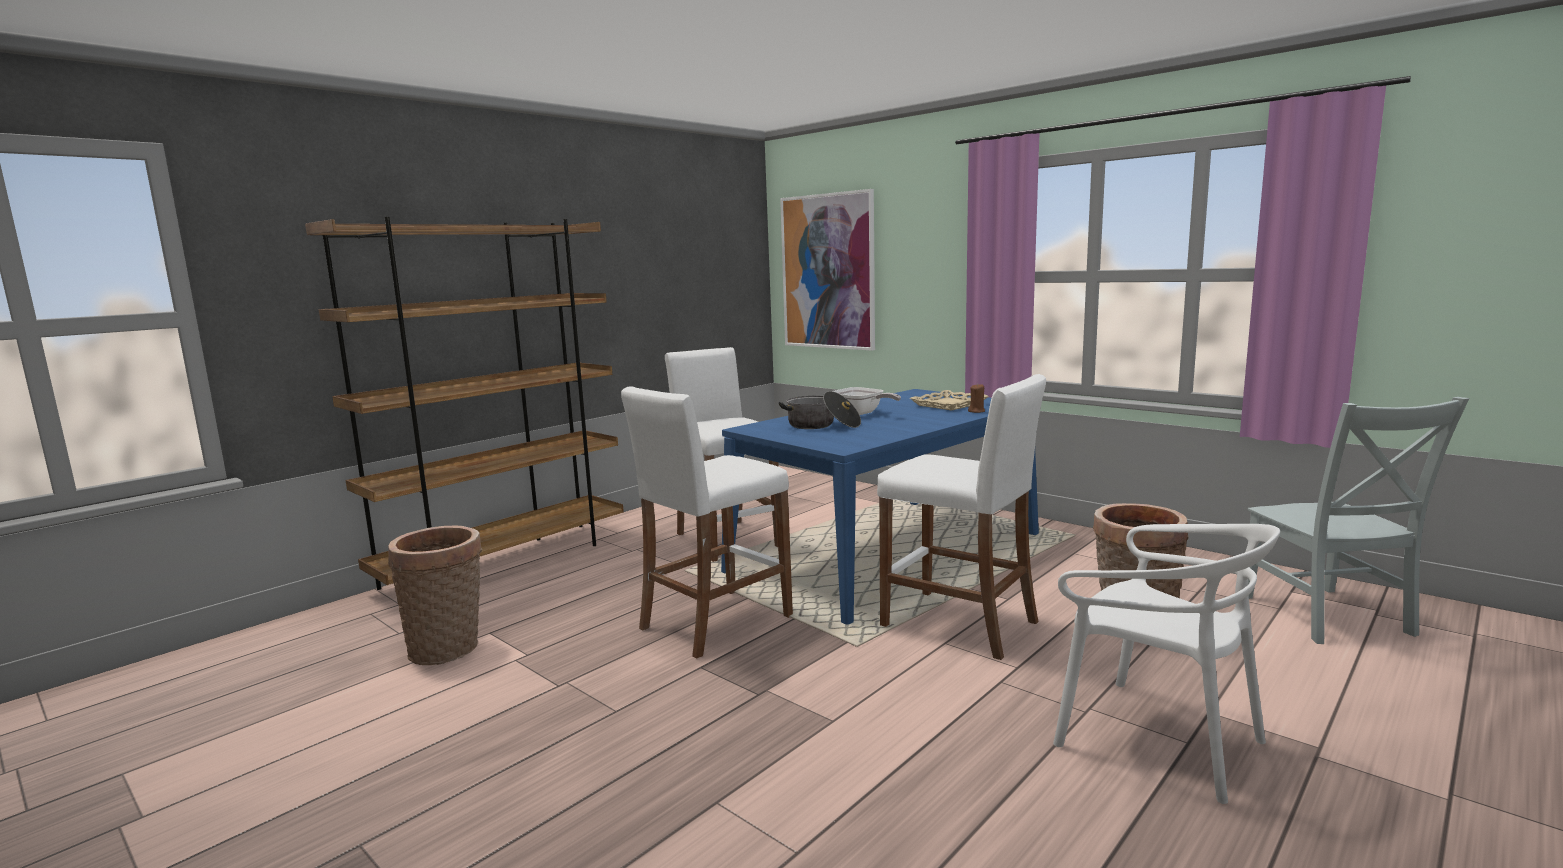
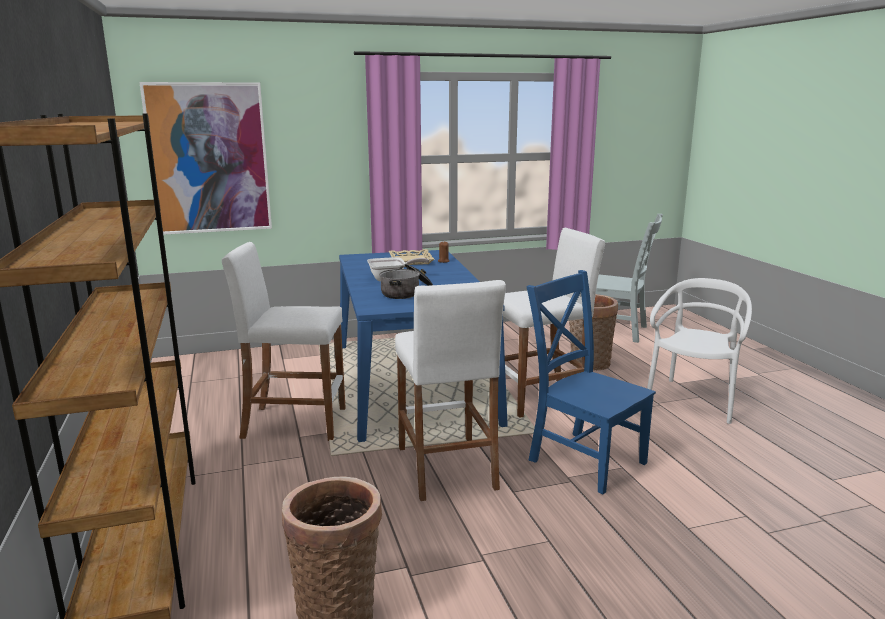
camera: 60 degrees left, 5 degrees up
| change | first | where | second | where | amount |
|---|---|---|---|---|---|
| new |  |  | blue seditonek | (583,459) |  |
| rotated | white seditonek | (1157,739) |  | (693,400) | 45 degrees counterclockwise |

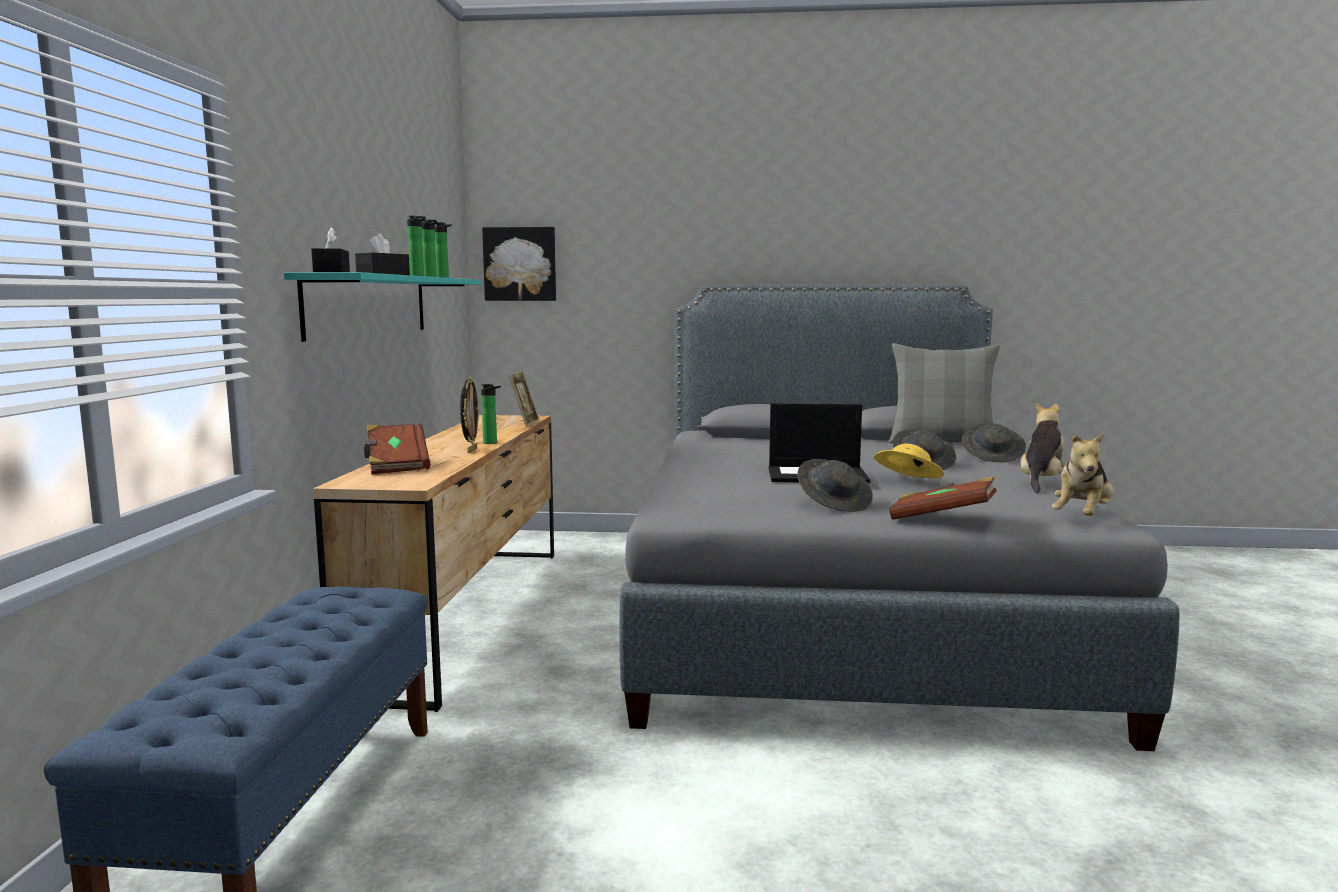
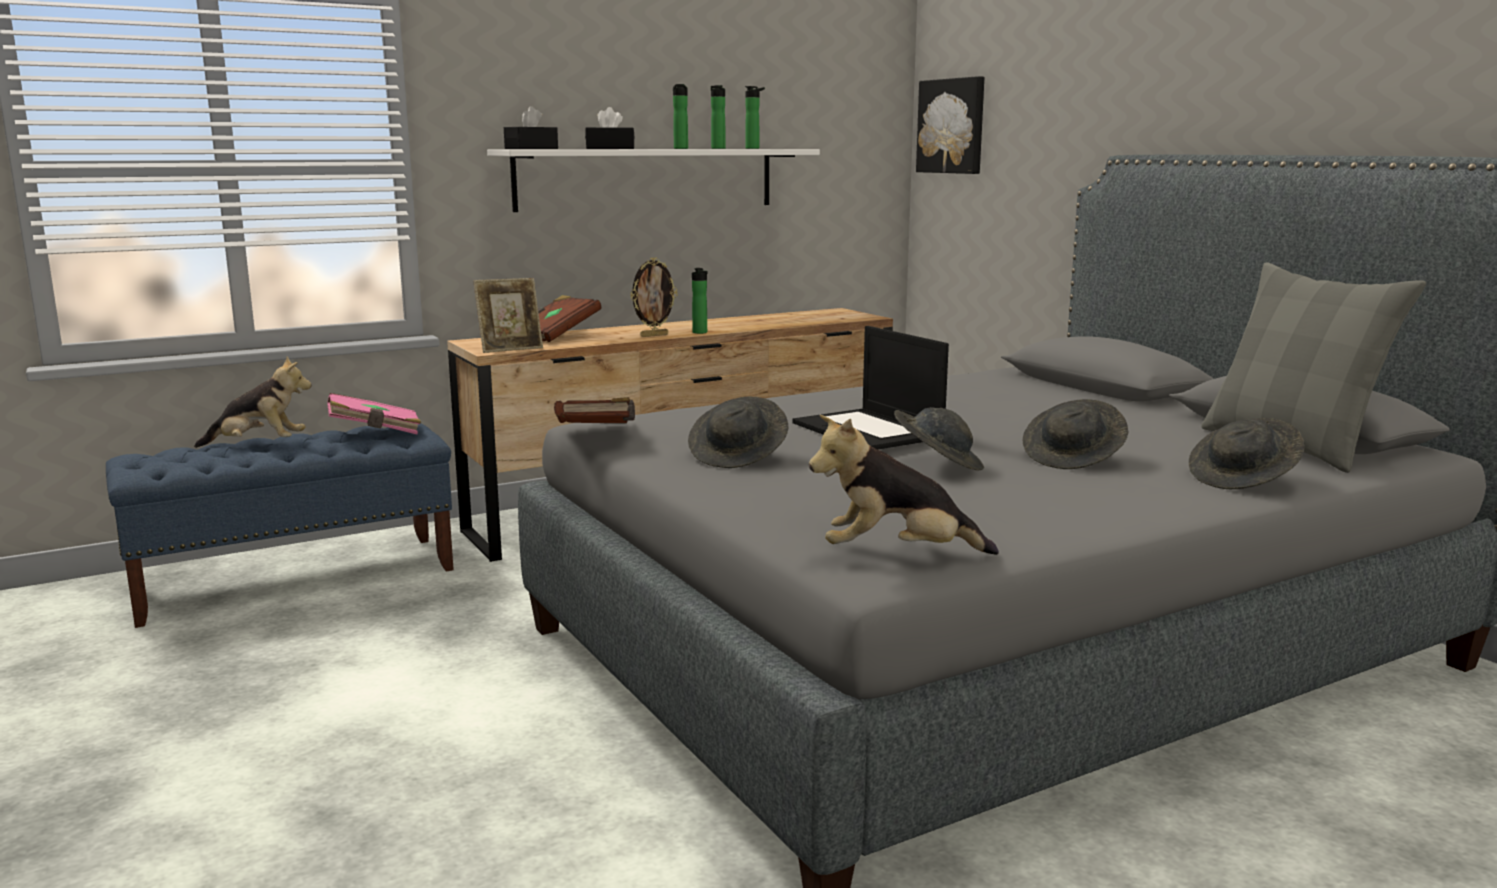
camera: 55 degrees right, 5 degrees up
| change | first | where | second | where | amount |
|---|---|---|---|---|---|
| new |  |  | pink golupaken | (375,432) |  |
| shifted | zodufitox | (525,423) |  | (510,349) |  |
| shifted | brown golupaken | (942,519) |  | (596,435) |  |
| shifted | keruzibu | (1041,482) |  | (259,445) |  |
| repainted | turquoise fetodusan | (369,305) | white fetodusan | (647,179) |  |
| repainted | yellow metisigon | (907,482) | grey metisigon | (937,465) |  |

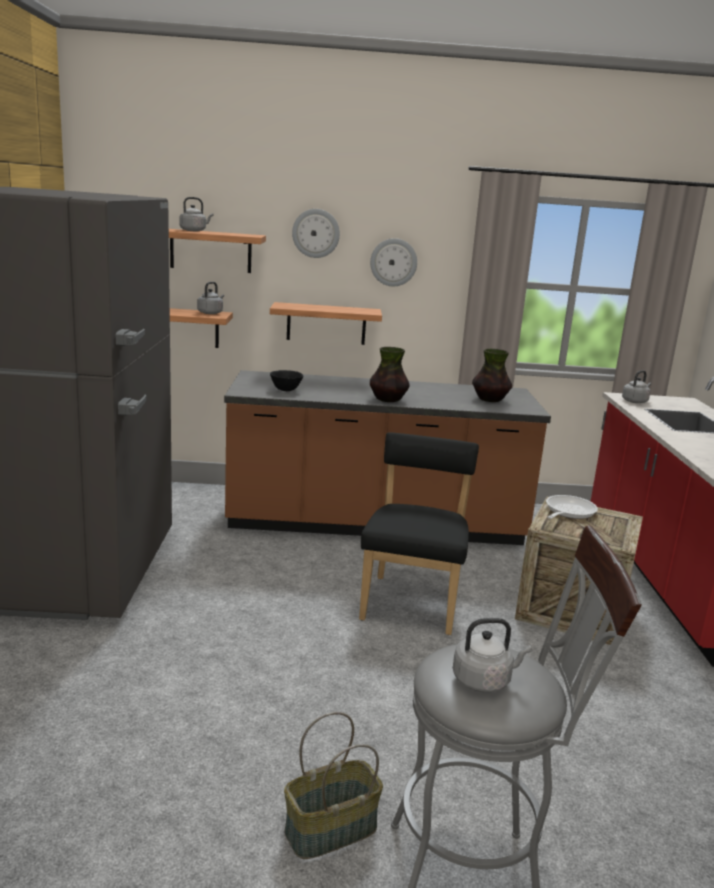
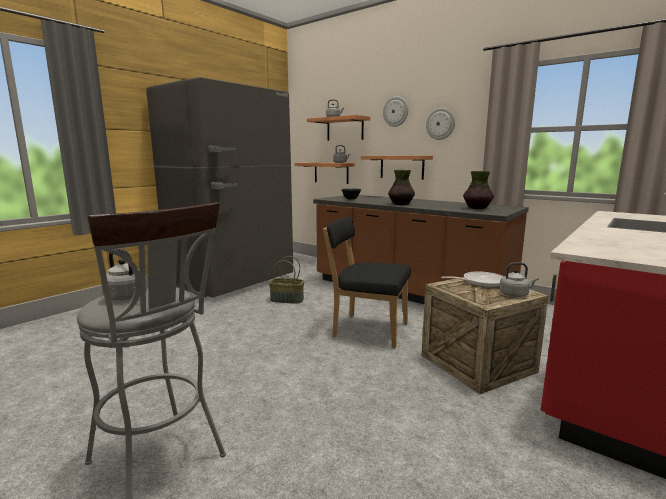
camera: 40 degrees right, 5 degrees down
| change | first | where | second | where | amount |
|---|---|---|---|---|---|
| shifted | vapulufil | (331,831) |  | (286,300) |  |
| shifted | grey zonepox | (635,401) |  | (515,294) |  |
| rotated | black seditonek | (412,601) |  | (366,329) | 120 degrees counterclockwise |

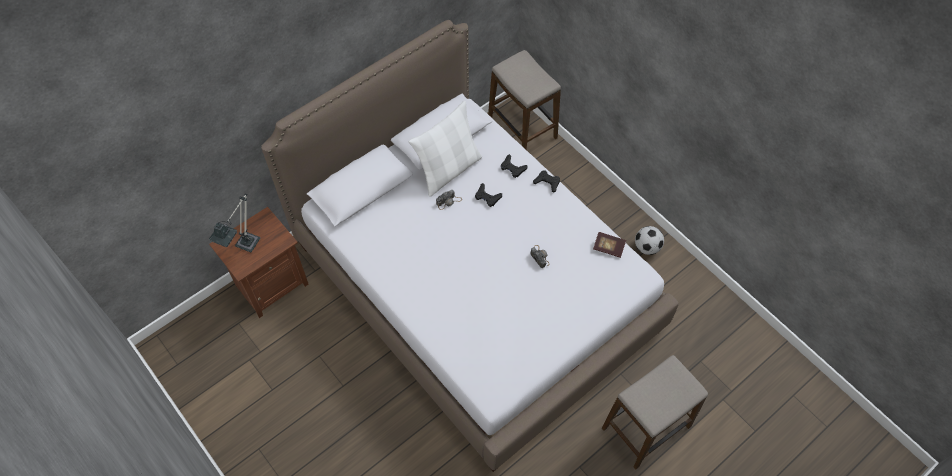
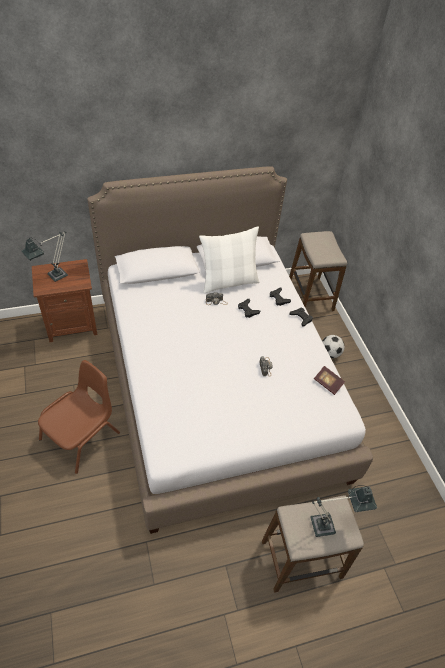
camera: 20 degrees right, 10 degrees down
| change | first | where | second | where | amount |
|---|---|---|---|---|---|
| new |  |  | brown seditonek | (82,436) |  |
| new |  |  | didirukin | (328,524) |  |
| shifted | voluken | (647,247) |  | (330,353) |  |

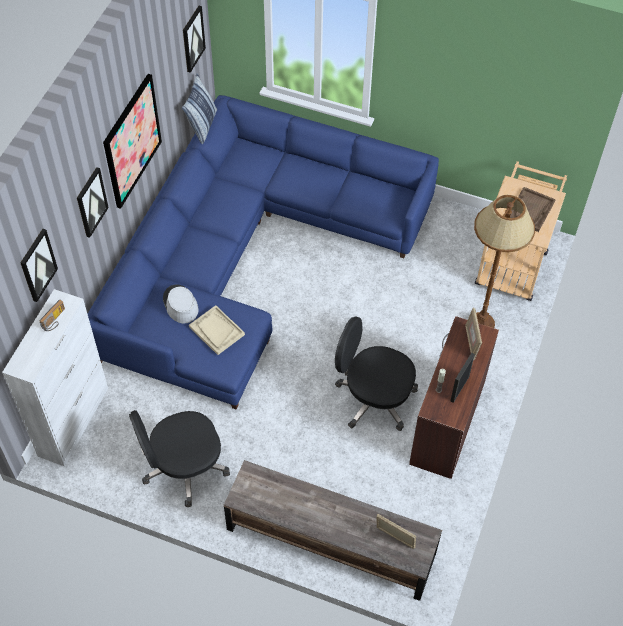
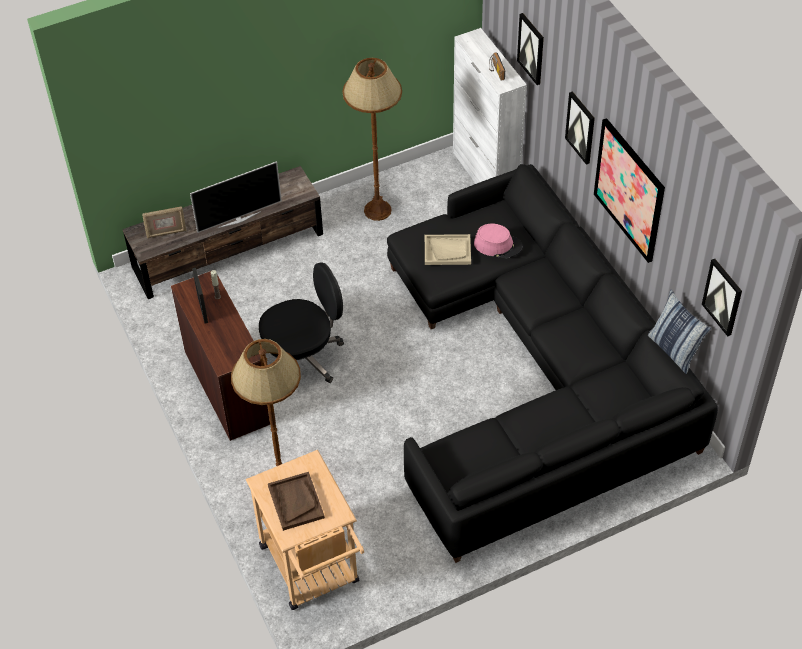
camera: 135 degrees right, 5 degrees down
| change | first | where | second | where | amount |
|---|---|---|---|---|---|
| gone | zodufitox | (471,342) |  |  |  |
| new |  |  | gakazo | (238,219) |  |
| swapped | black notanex | (183,468) | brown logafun | (378,210) |  |
| repainted | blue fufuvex | (249,254) | black fufuvex | (536,377) |  |
| repainted | grey metisigon | (180,304) | pink metisigon | (498,245) |  |

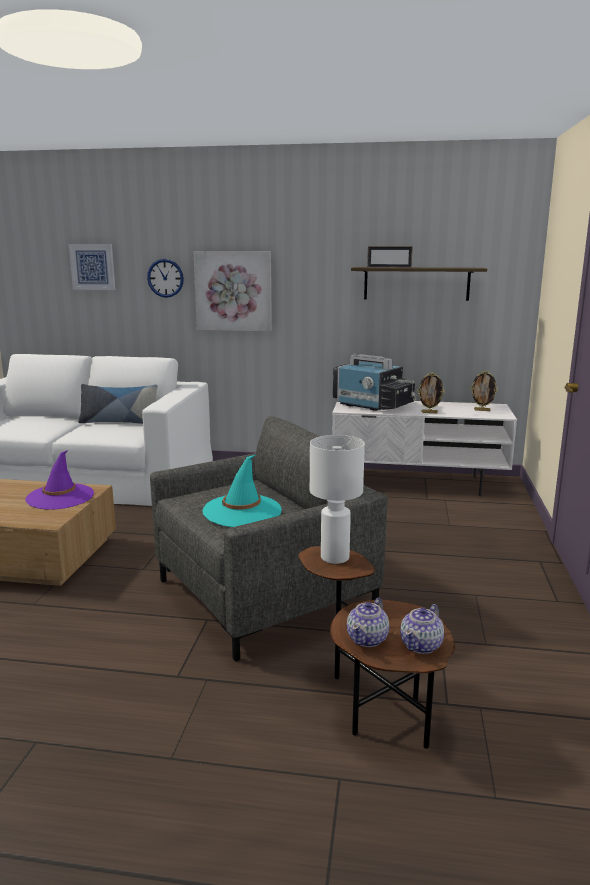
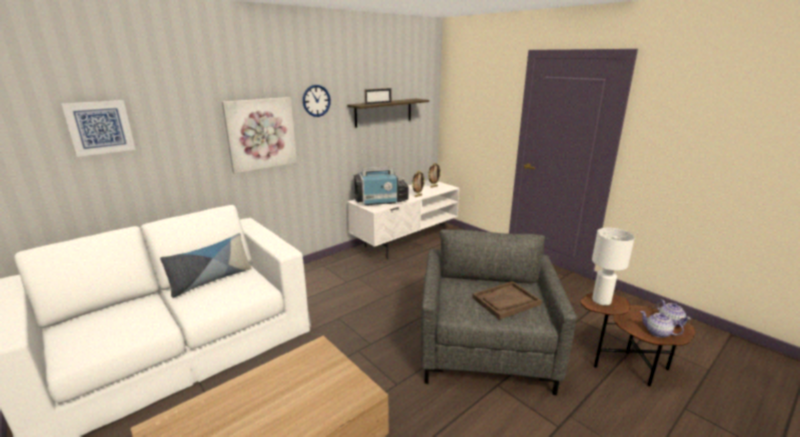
camera: 50 degrees left, 5 degrees up
| change | first | where | second | where | amount |
|---|---|---|---|---|---|
| gone | purple metisigon | (60,497) |  |  |  |
| shifted | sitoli | (165,278) |  | (316,100) |  |
| swapped | turquoise metisigon | (242,511) | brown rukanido | (506,301) |  |
| rotated | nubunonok | (368,639) |  | (658,333) | 150 degrees clockwise |

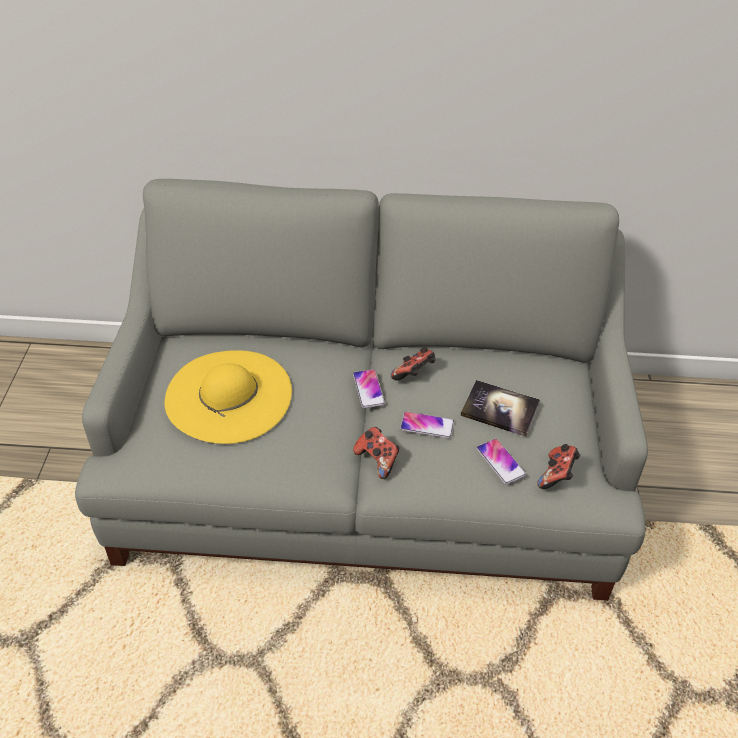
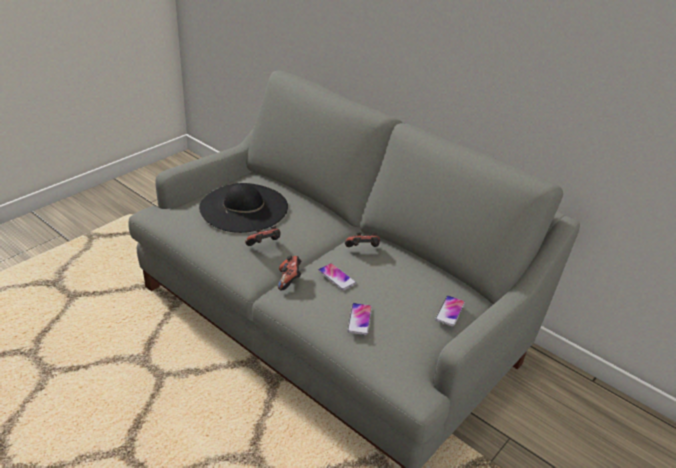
camera: 35 degrees right, 10 degrees down
| change | first | where | second | where | amount |
|---|---|---|---|---|---|
| gone | golupaken | (500,409) |  |  |  |
| shifted | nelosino | (368,389) |  | (450,311) |  |
| shifted | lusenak | (557,475) |  | (264,246) |  |
| repainted | yellow metisigon | (229,395) | black metisigon | (244,207) |  |

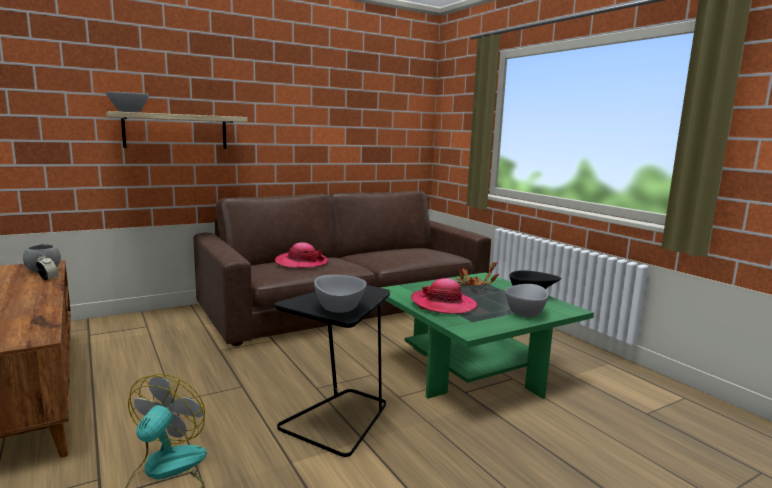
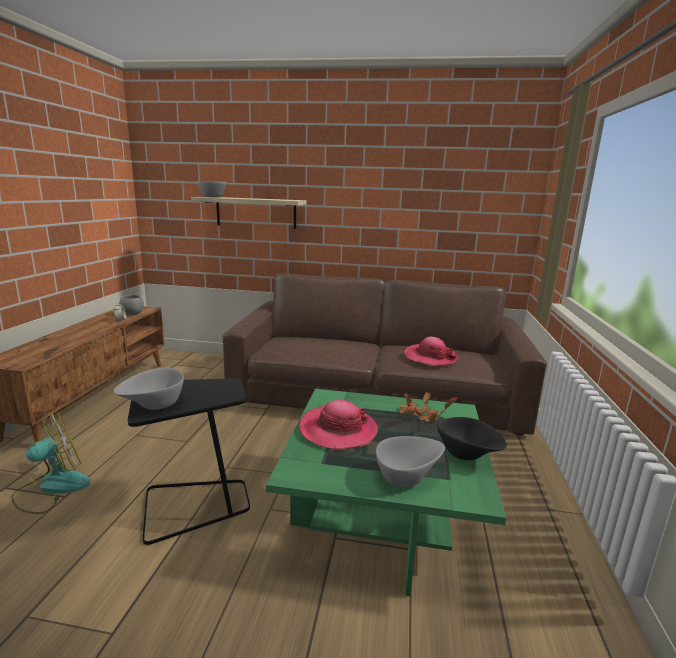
camera: 40 degrees right, 5 degrees up
| change | first | where | second | where | amount |
|---|---|---|---|---|---|
| shifted | metisigon | (301,262) |  | (430,357) |  |

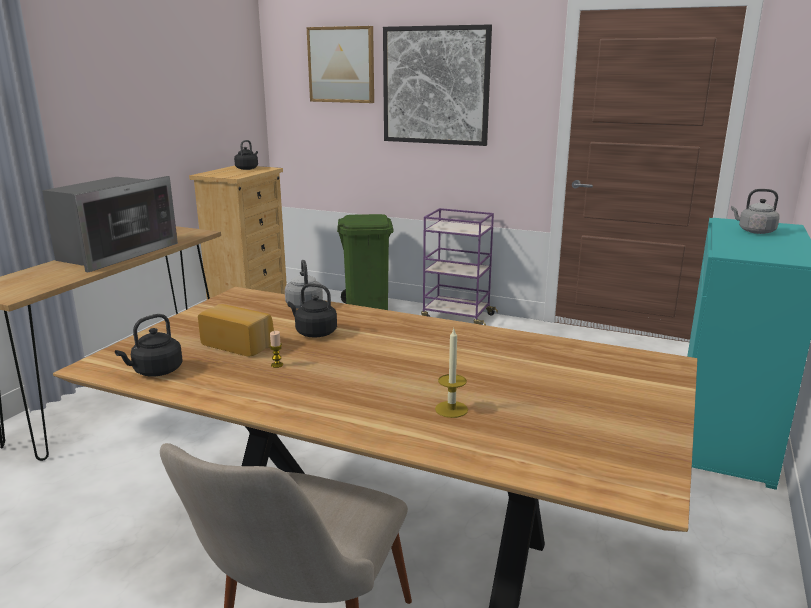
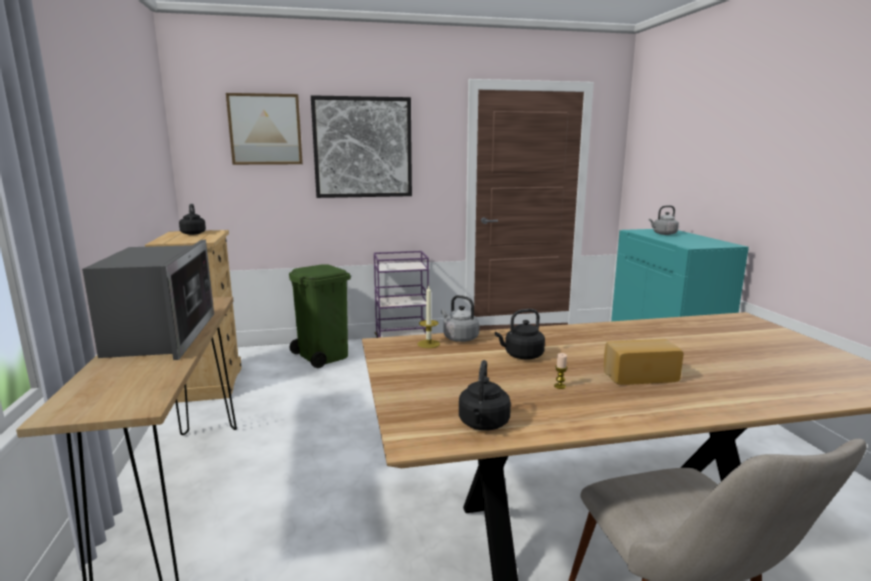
camera: 35 degrees left, 5 degrees down
| change | first | where | second | where | amount |
|---|---|---|---|---|---|
| shifted | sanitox | (239,344) |  | (638,375) |  |
| shifted | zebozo | (451,409) |  | (428,344) |  |

